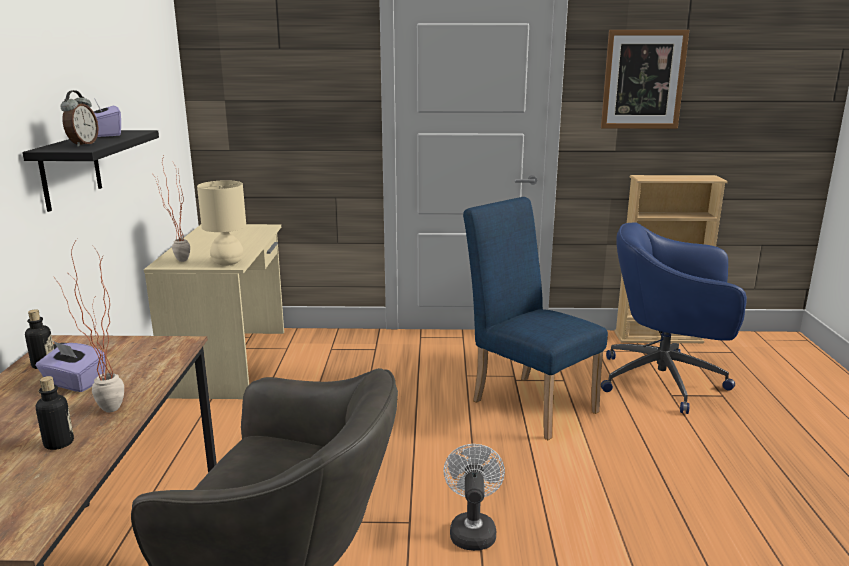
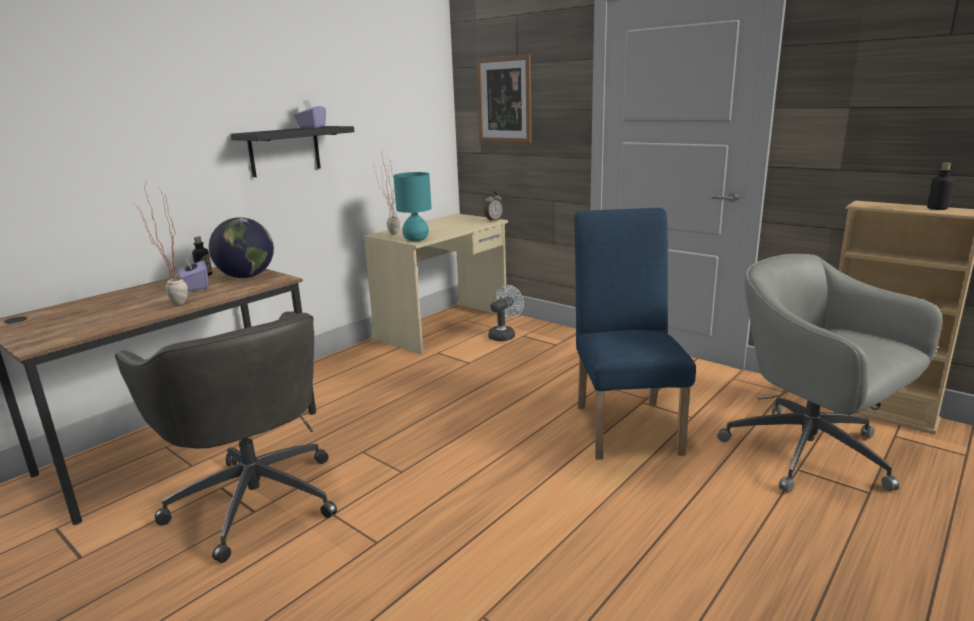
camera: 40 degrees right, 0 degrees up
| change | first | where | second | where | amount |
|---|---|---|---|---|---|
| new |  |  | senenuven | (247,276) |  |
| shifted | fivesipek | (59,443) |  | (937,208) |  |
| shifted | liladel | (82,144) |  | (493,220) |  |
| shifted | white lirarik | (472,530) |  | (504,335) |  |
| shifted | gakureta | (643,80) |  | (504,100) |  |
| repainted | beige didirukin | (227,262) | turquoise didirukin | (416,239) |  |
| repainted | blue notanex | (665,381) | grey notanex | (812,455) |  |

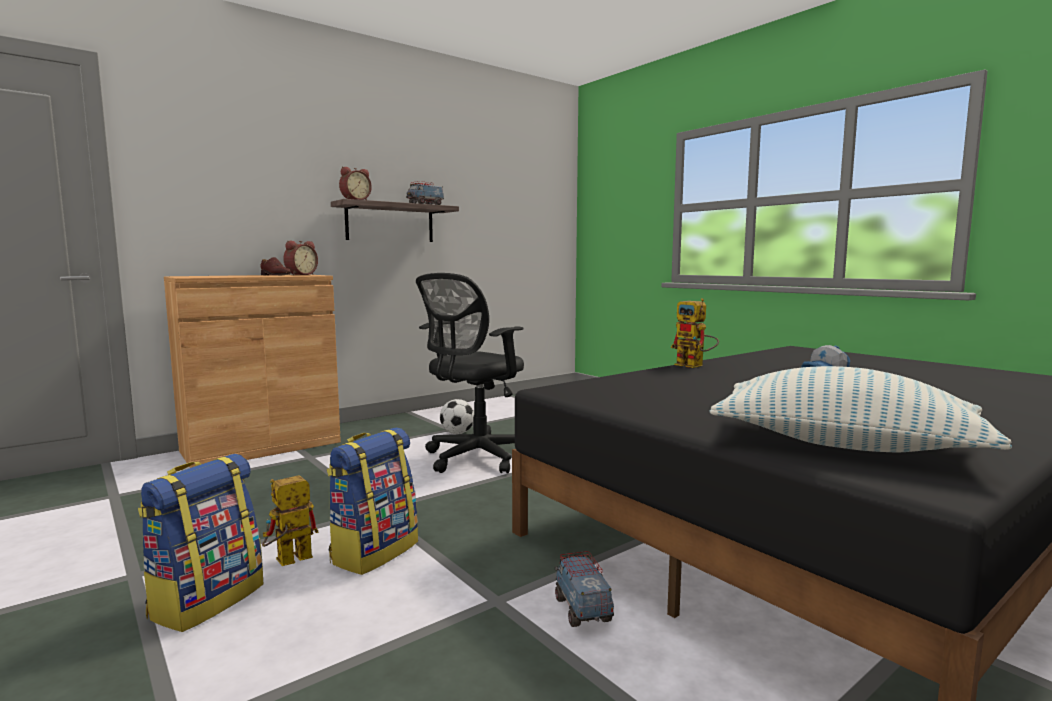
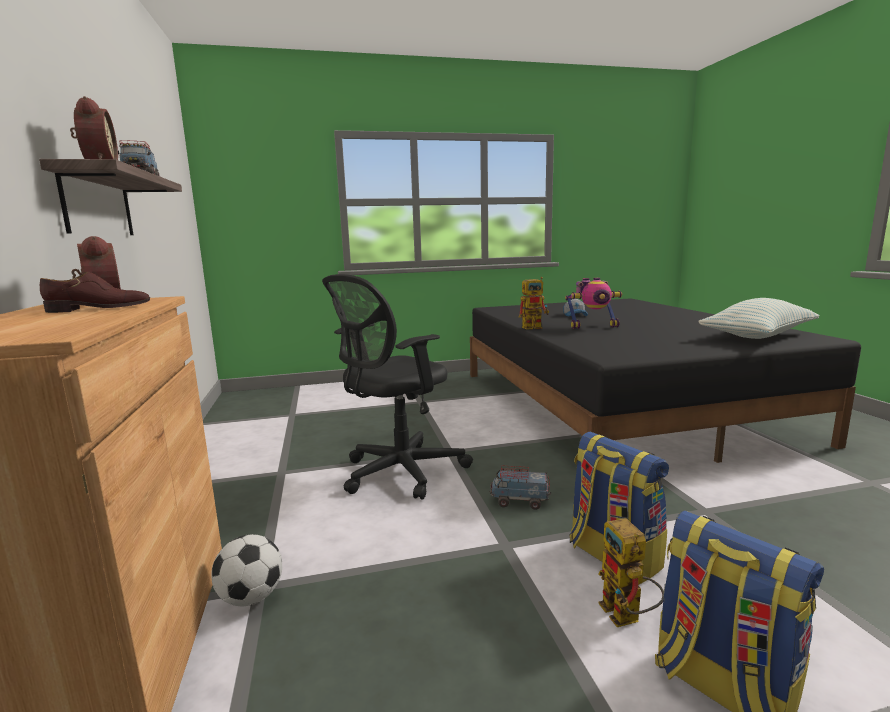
camera: 65 degrees left, 5 degrees up
| change | first | where | second | where | amount |
|---|---|---|---|---|---|
| new |  |  | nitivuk | (593,326) |  |
| shifted | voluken | (457,433) |  | (251,597) |  |
| shifted | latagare | (582,610) |  | (519,501) |  |
| rotated | black notanex | (476,458) |  | (398,473) | 75 degrees clockwise |

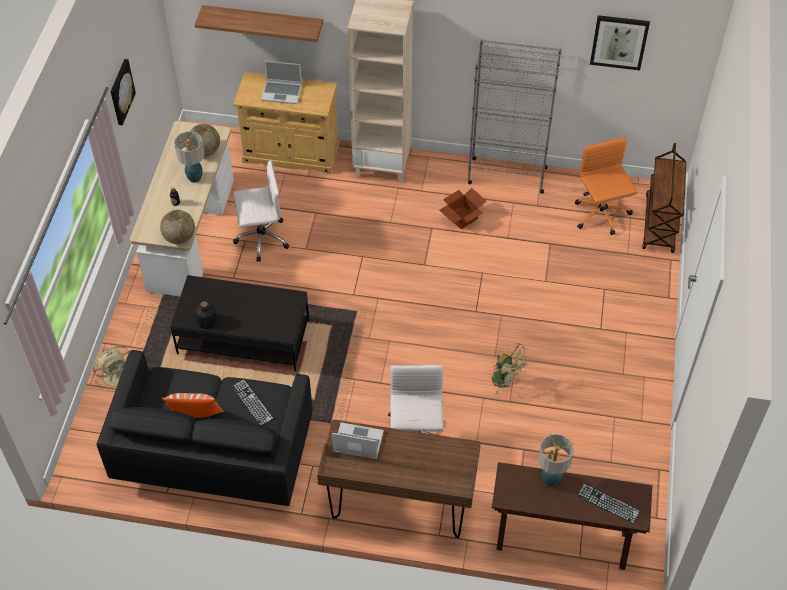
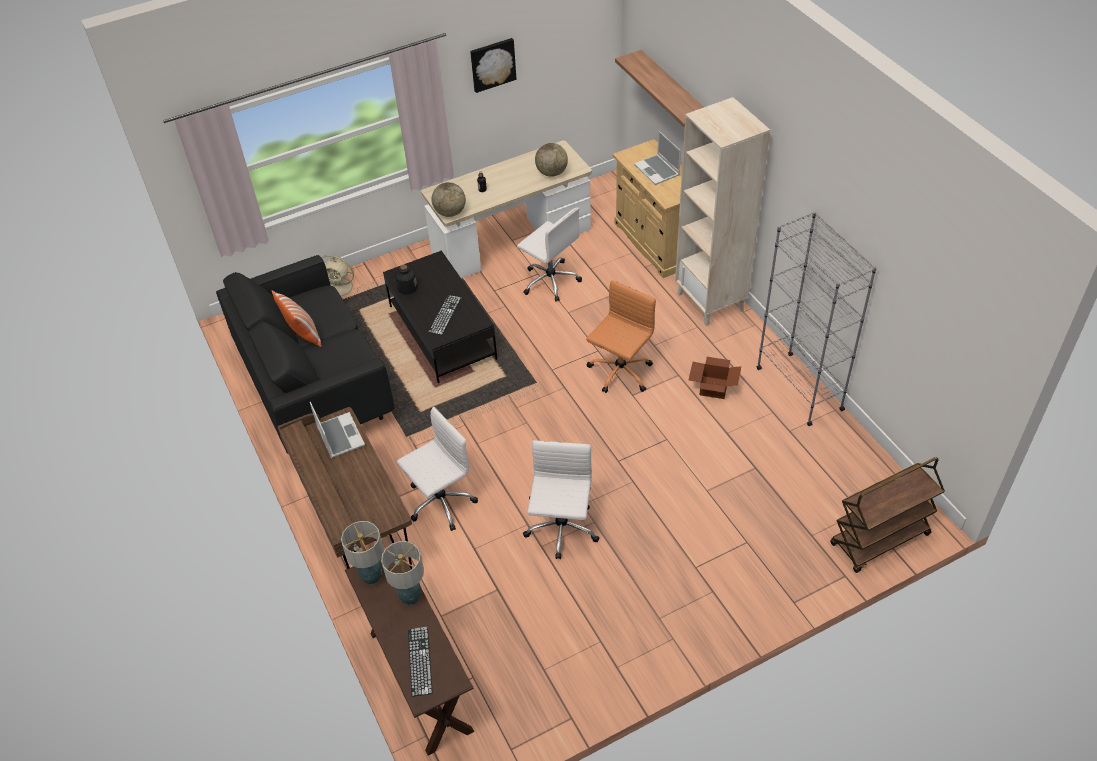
camera: 55 degrees right, 5 degrees down
| change | first | where | second | where | amount |
|---|---|---|---|---|---|
| gone | gakureta | (619,42) |  |  |  |
| shifted | didirukin | (195,178) |  | (372,577) |  |
| shifted | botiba | (252,402) |  | (444,315) |  |
| shifted | orange notanex | (601,215) |  | (619,373) |  |
| swapped | green lirarik | (506,381) | white notanex | (561,530) |  |

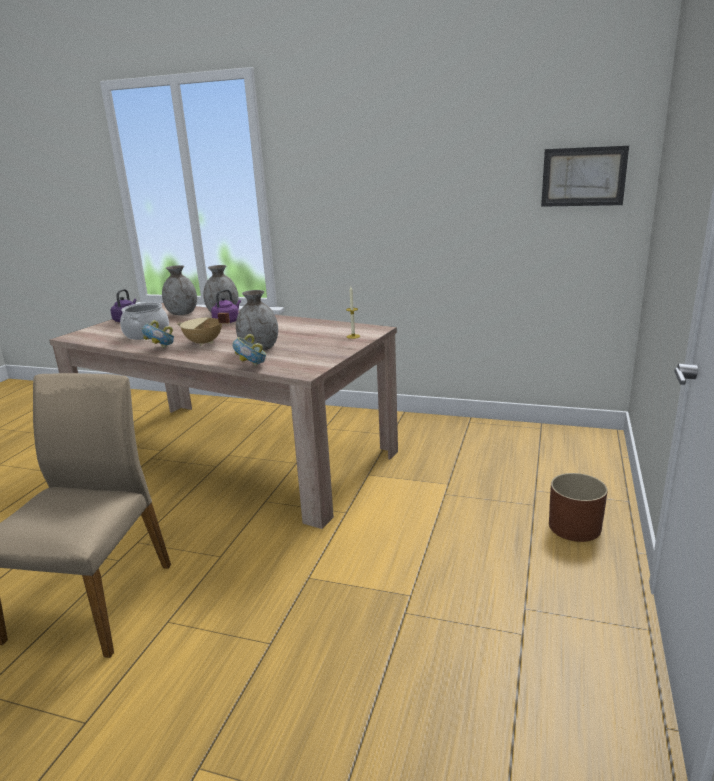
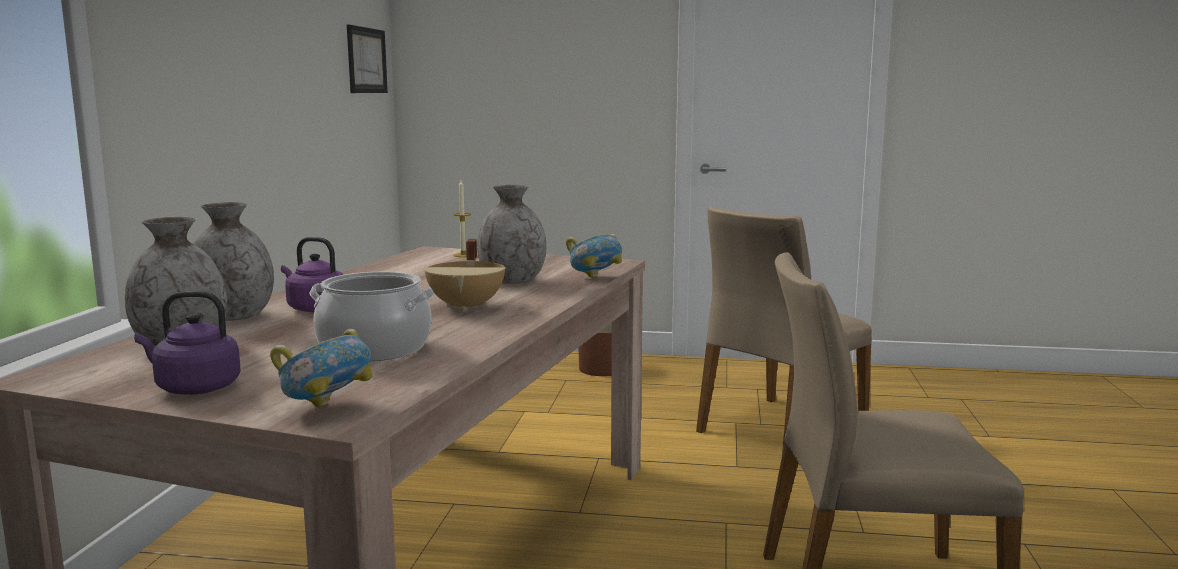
camera: 100 degrees left, 10 degrees down
| change | first | where | second | where | amount |
|---|---|---|---|---|---|
| new |  |  | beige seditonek | (778,429) |  |
| shifted | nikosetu | (161,348) |  | (328,409) |  |

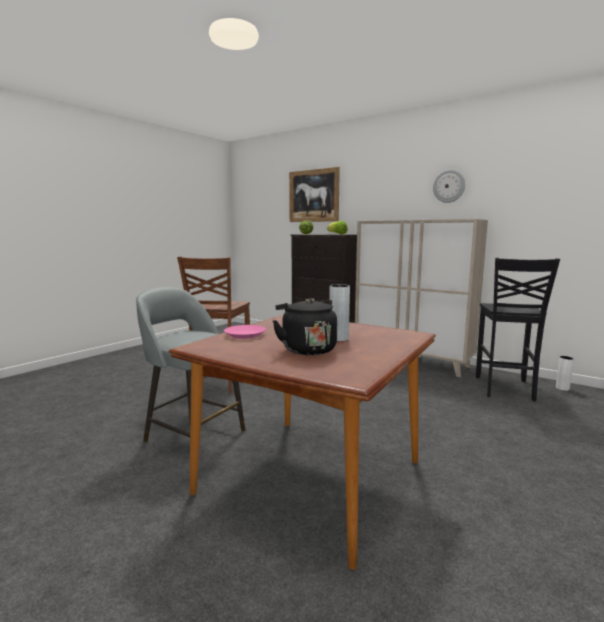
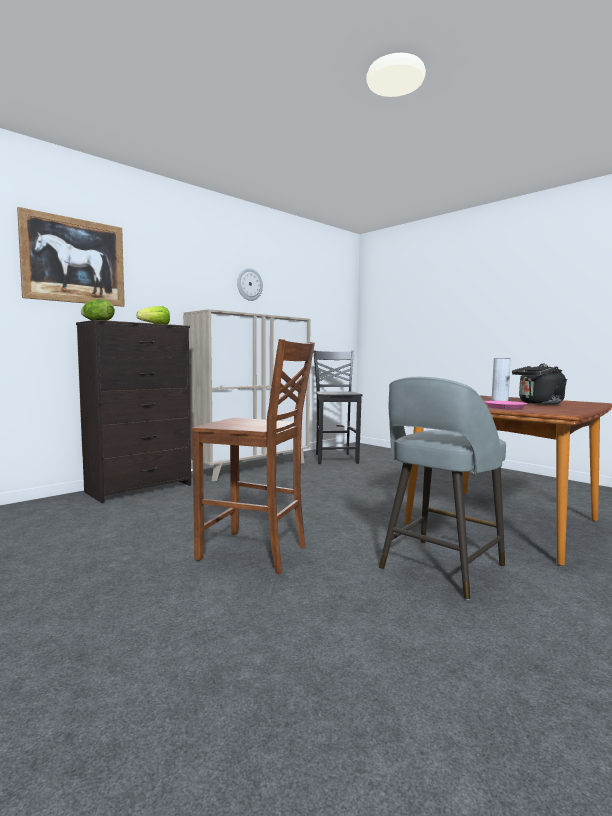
camera: 80 degrees left, 5 degrees down
| change | first | where | second | where | amount |
|---|---|---|---|---|---|
| rotated | black seditonek | (504,389) |  | (335,458) | 120 degrees counterclockwise |

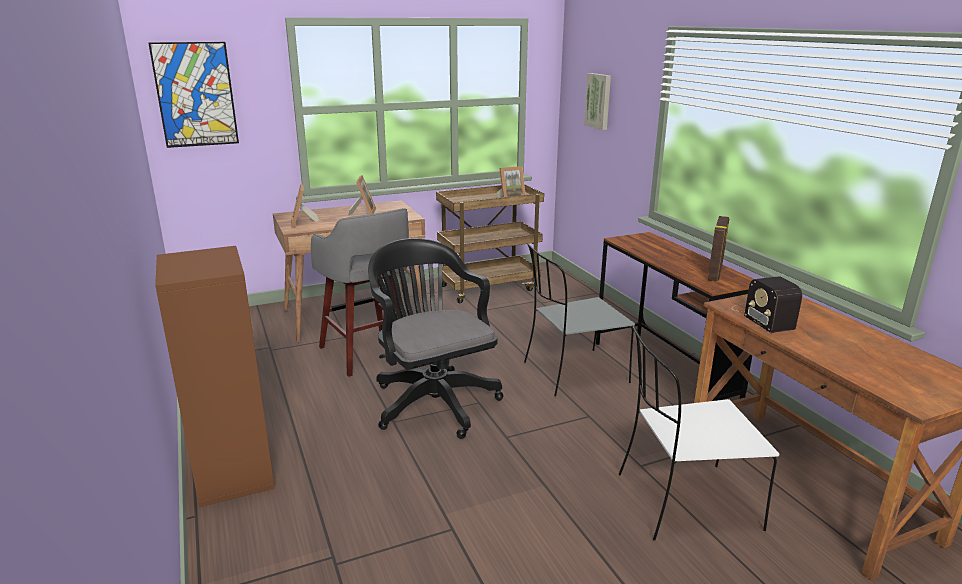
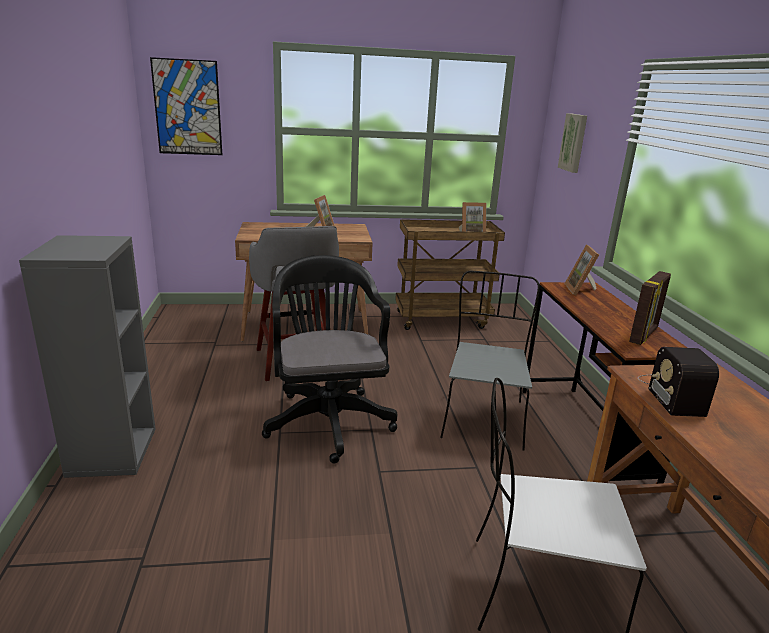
camera: 15 degrees right, 0 degrees up
| change | first | where | second | where | amount |
|---|---|---|---|---|---|
| shifted | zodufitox | (303,223) |  | (581,290) |  |
| repainted | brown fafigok | (233,472) | grey fafigok | (112,451) |  |
| rotated | grey seditonek | (573,373) |  | (483,418) | 105 degrees clockwise |

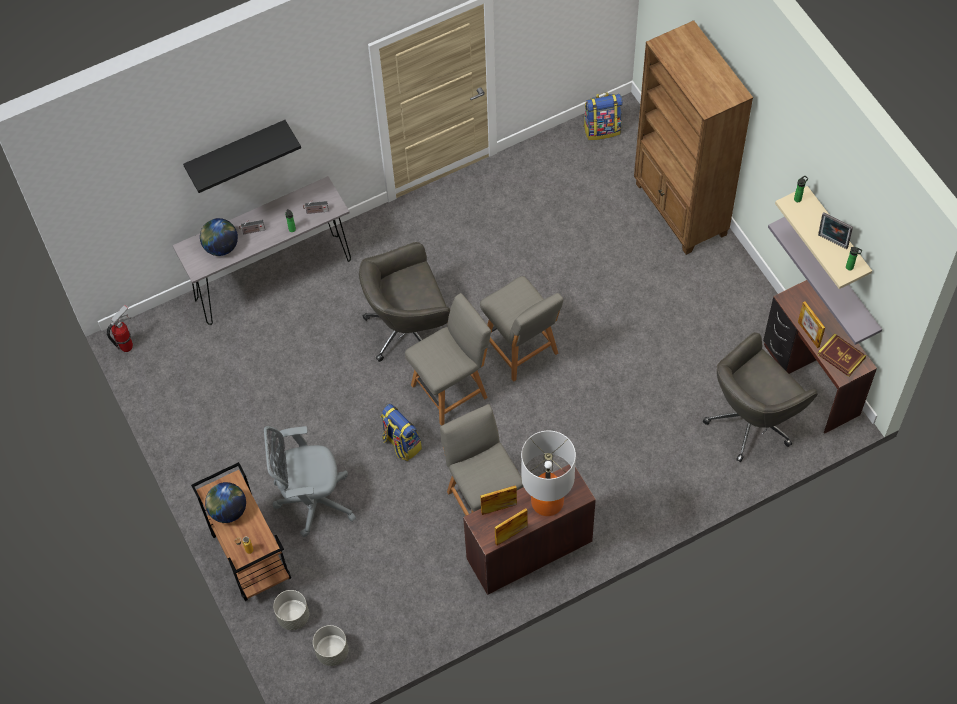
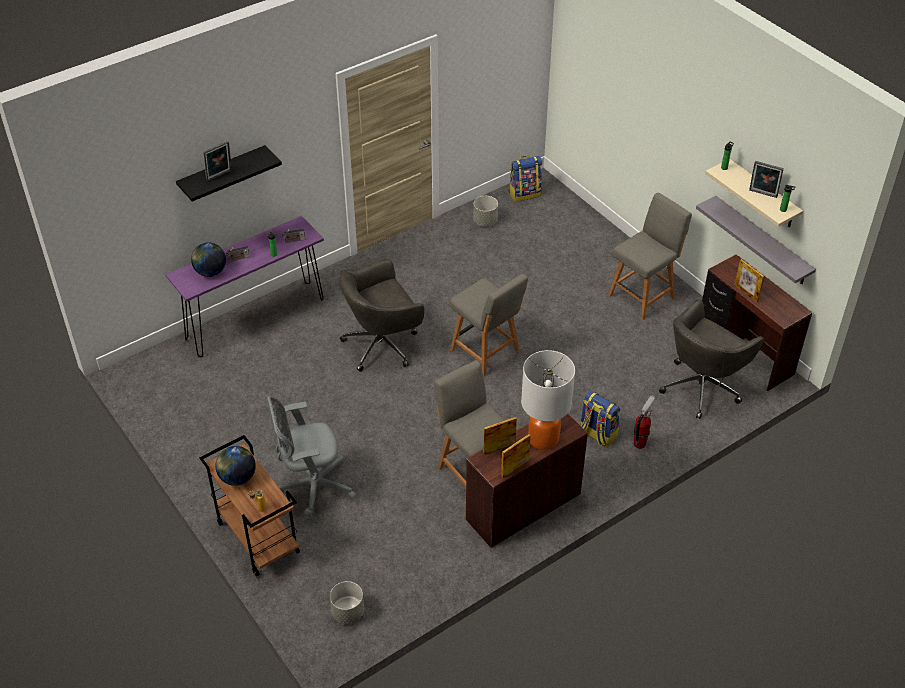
camera: 10 degrees left, 15 degrees down
| change | first | where | second | where | amount |
|---|---|---|---|---|---|
| gone | brown fafigok | (680,210) |  |  |  |
| gone | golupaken | (841,356) |  |  |  |
| new |  |  | zodufitox | (220,176) |  |
| shifted | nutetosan | (127,346) |  | (639,444) |  |
| shifted | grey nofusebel | (293,616) |  | (485,221) |  |
| shifted | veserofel | (401,443) |  | (597,434) |  |
| shifted | grey seditonek | (451,389) |  | (643,295) |  |
| repainted | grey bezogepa | (273,279) | purple bezogepa | (255,319) |  |

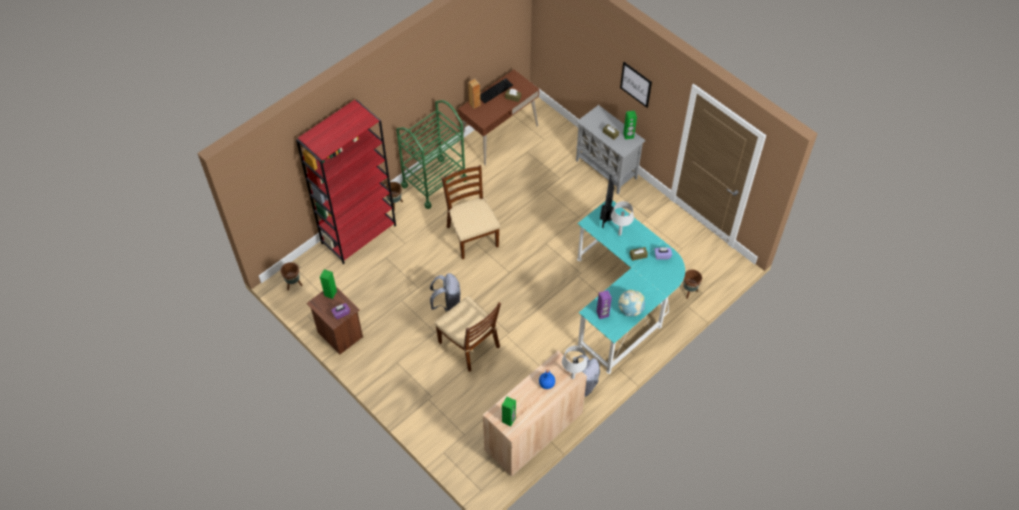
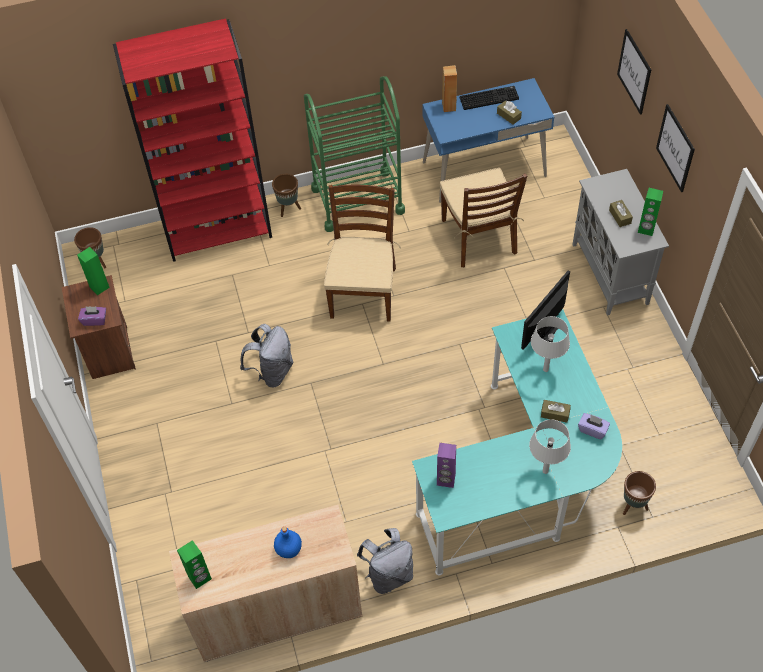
camera: 30 degrees right, 0 degrees up
| change | first | where | second | where | amount |
|---|---|---|---|---|---|
| gone | senenuven | (630,310) |  |  |  |
| new |  |  | gakureta | (634,71) |  |
| shifted | brown seditonek | (469,345) |  | (479,237) |  |
| shifted | grey didirukin | (573,377) |  | (545,471) |  |
| repainted | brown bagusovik | (499,135) | blue bagusovik | (484,169) |  |

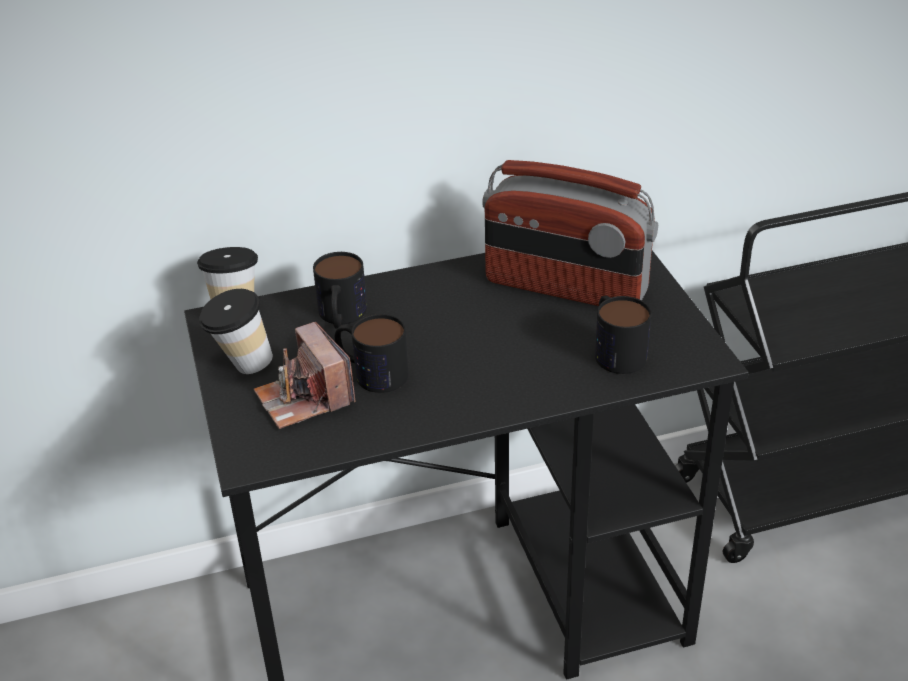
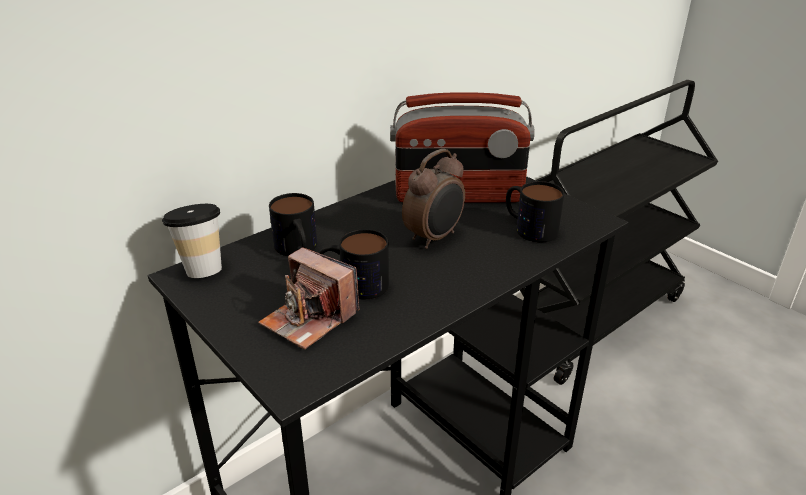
camera: 25 degrees left, 5 degrees down
| change | first | where | second | where | amount |
|---|---|---|---|---|---|
| gone | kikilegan | (241,366) |  |  |  |
| new |  |  | liladel | (434,238) |  |

